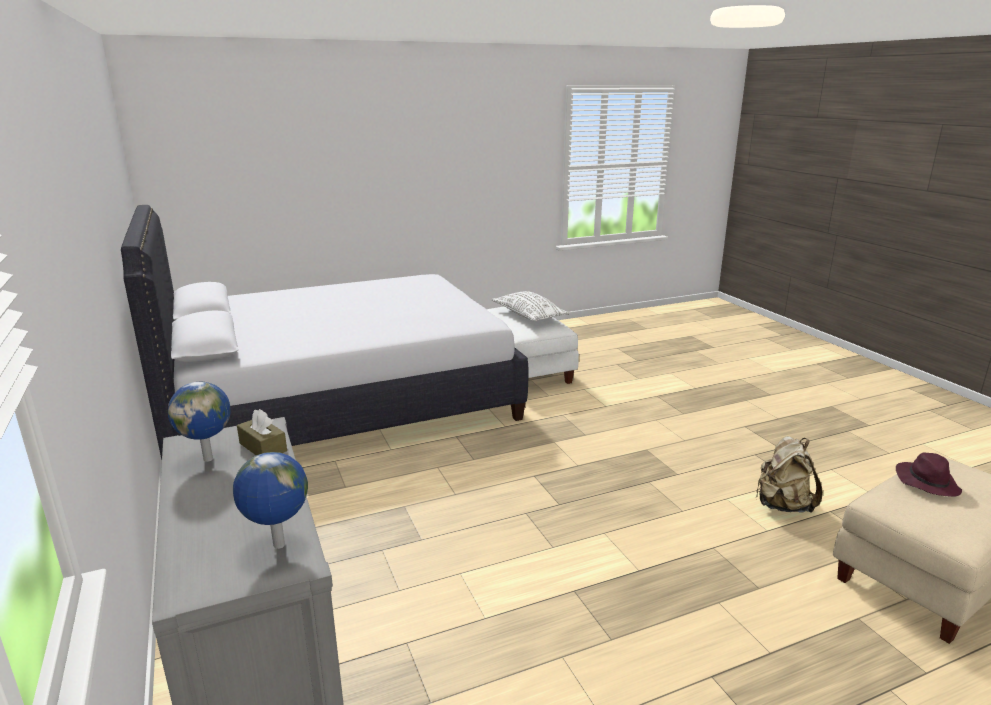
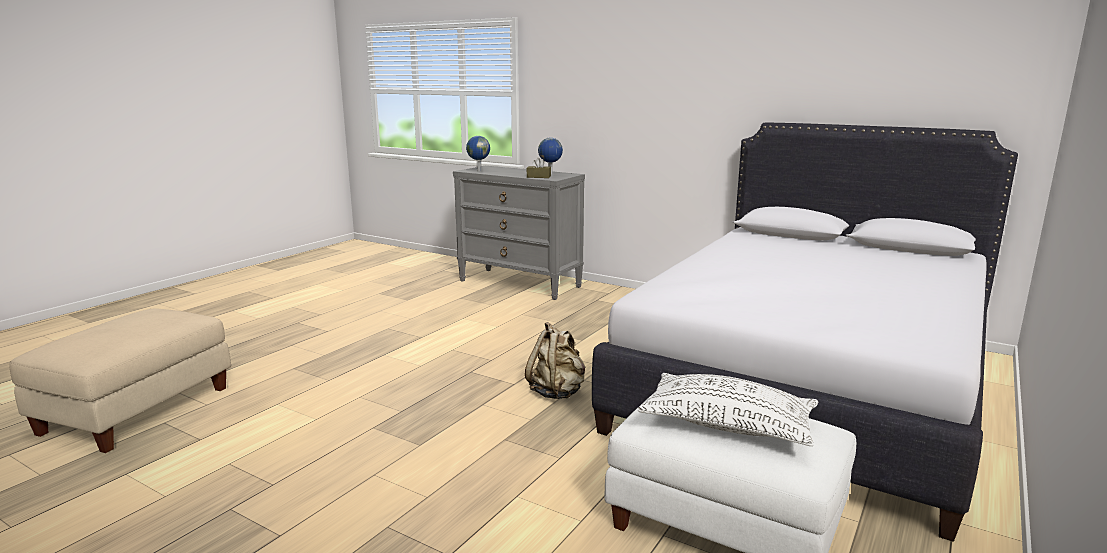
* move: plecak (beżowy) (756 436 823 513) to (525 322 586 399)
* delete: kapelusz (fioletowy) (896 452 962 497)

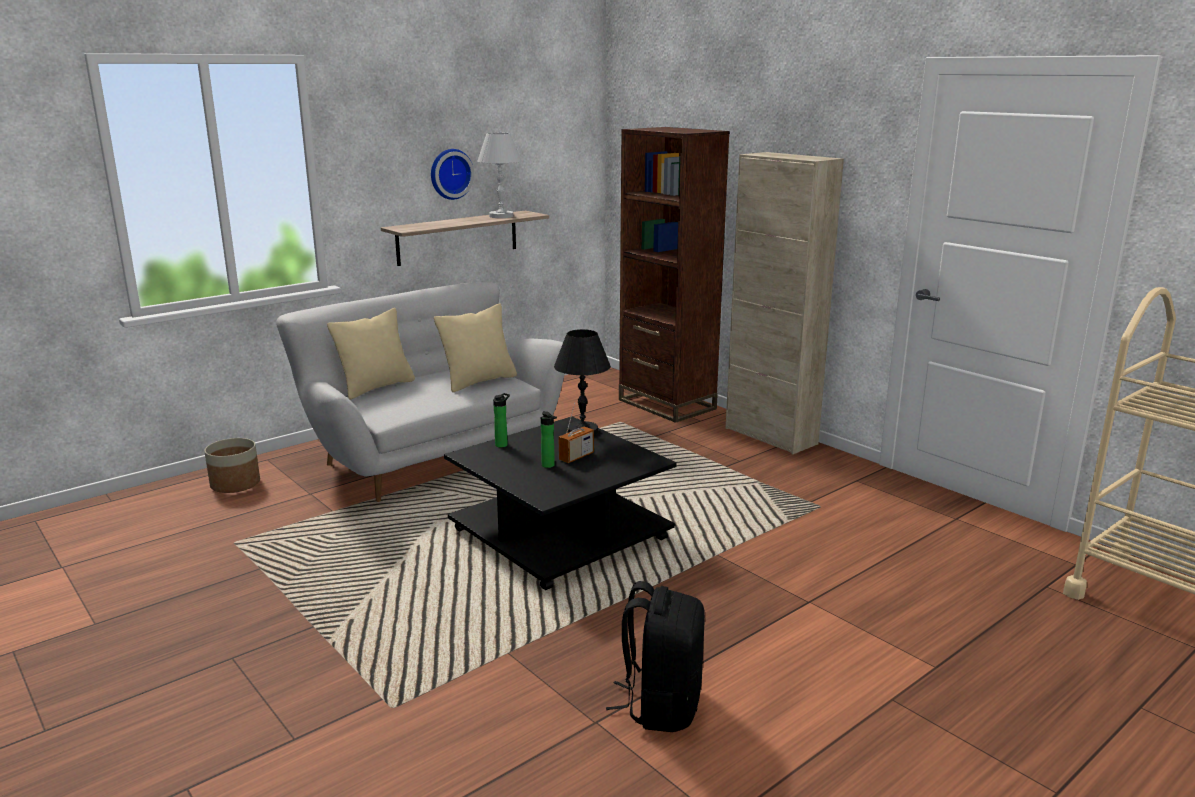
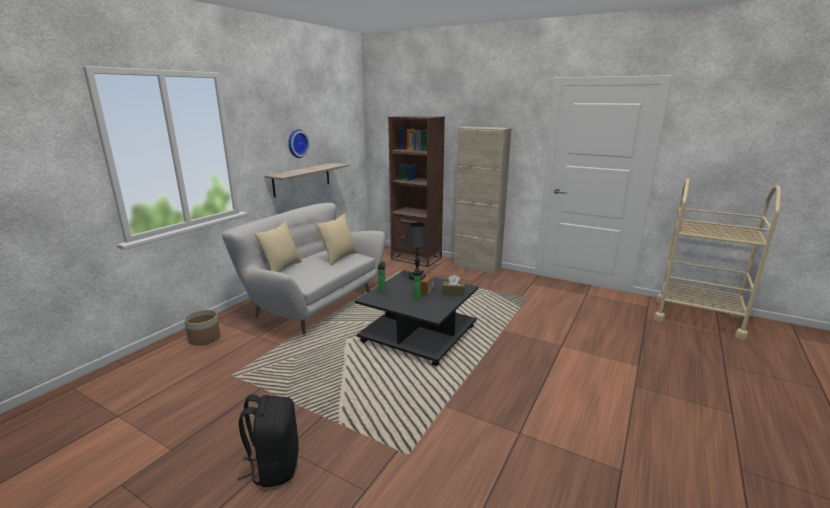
* delete: lampa stołowa (biały) (477 133 522 218)
* move: plecak (czarny) (606 581 705 732) to (238 394 299 488)
* insert: pudełko chusteczek (brązowy) (442 275 465 296)

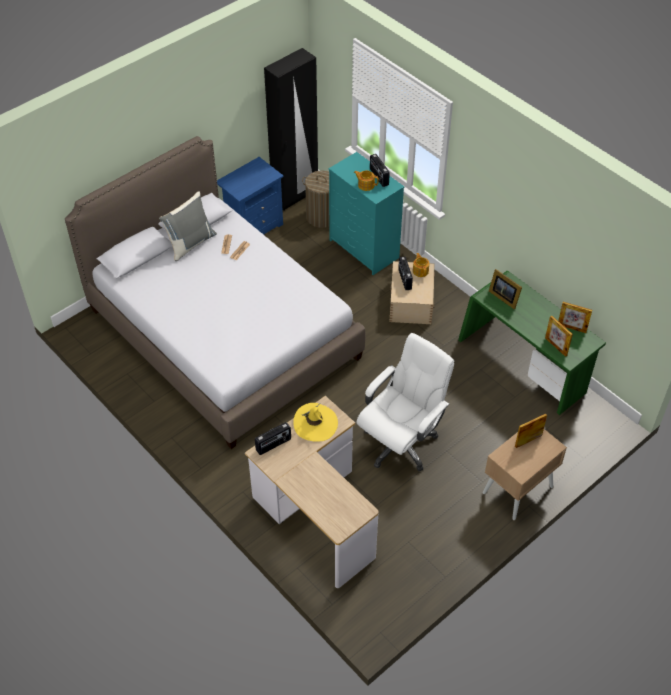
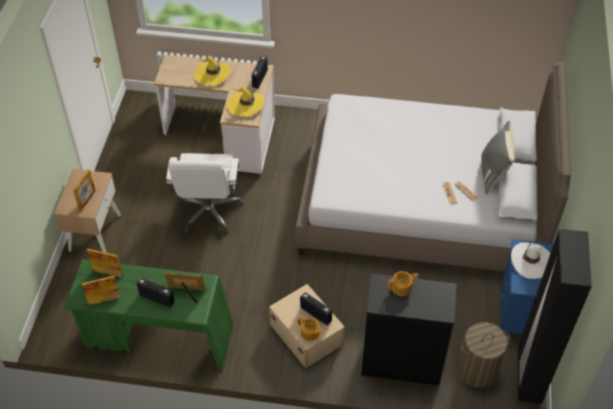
* recolor: komoda (turkusowy) (328 152 404 275) to komoda (czarny) (361 273 457 385)
* move: radio (370 154 390 187) to (137 278 175 308)
* insert: kapelusz (żółty) (194 56 230 86)
* insert: kapelusz (biały) (511 241 550 279)

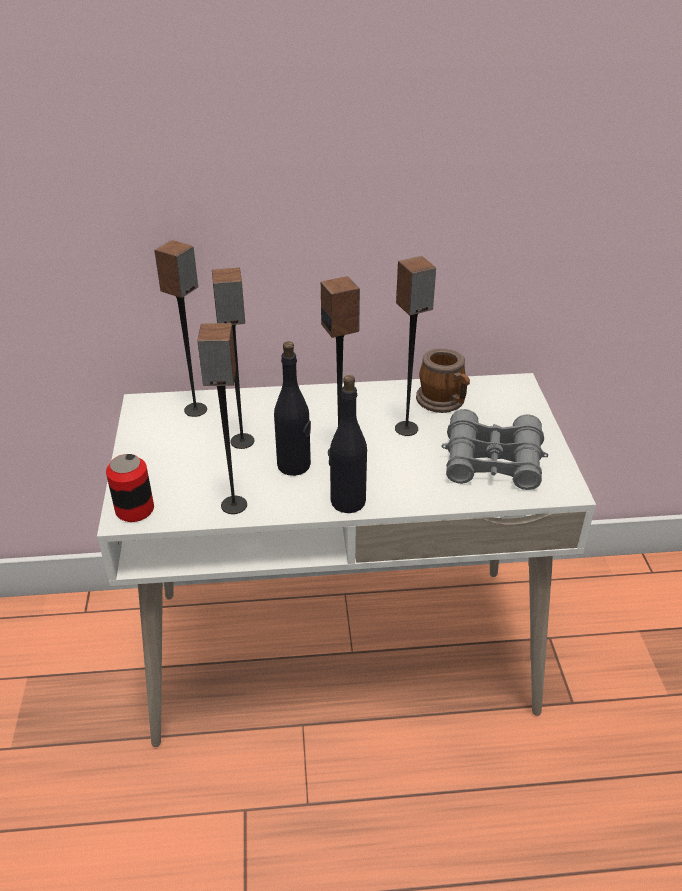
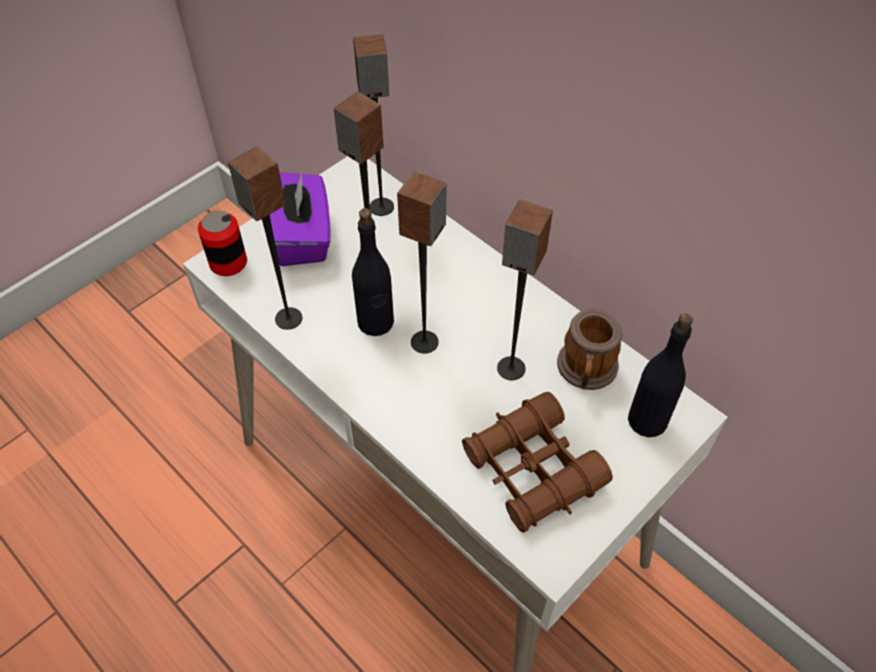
* move: butelka (czarny) (329 375 367 513) to (628 313 693 437)
* recolor: lornetka (szary) (442 409 548 490) to lornetka (brązowy) (462 392 613 533)
* insert: pudełko chusteczek (fioletowy) (267 169 331 266)

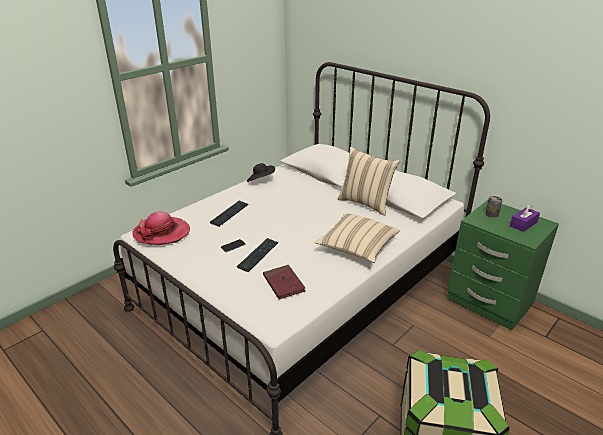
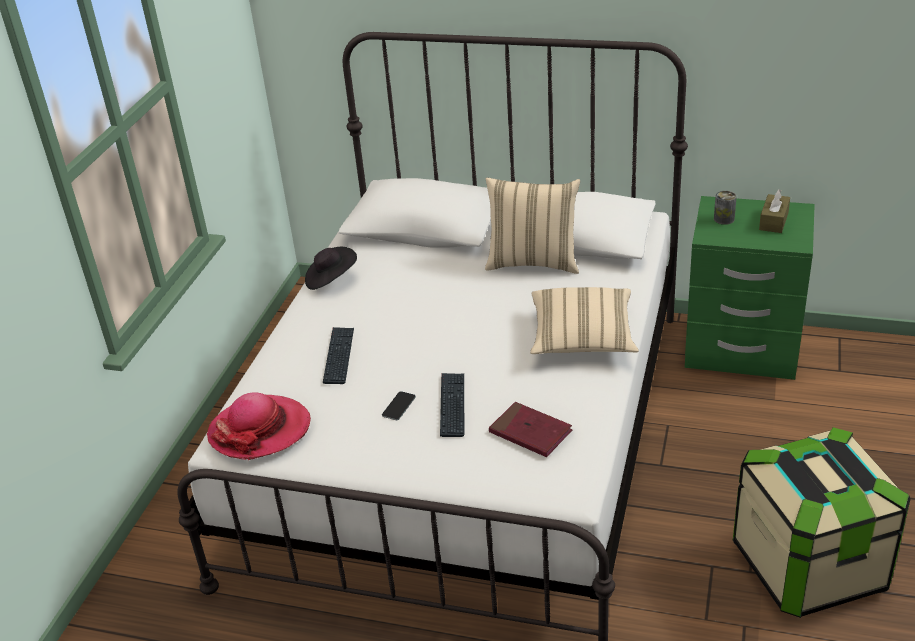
* recolor: pudełko chusteczek (fioletowy) (510 204 540 232) to pudełko chusteczek (brązowy) (759 189 790 233)

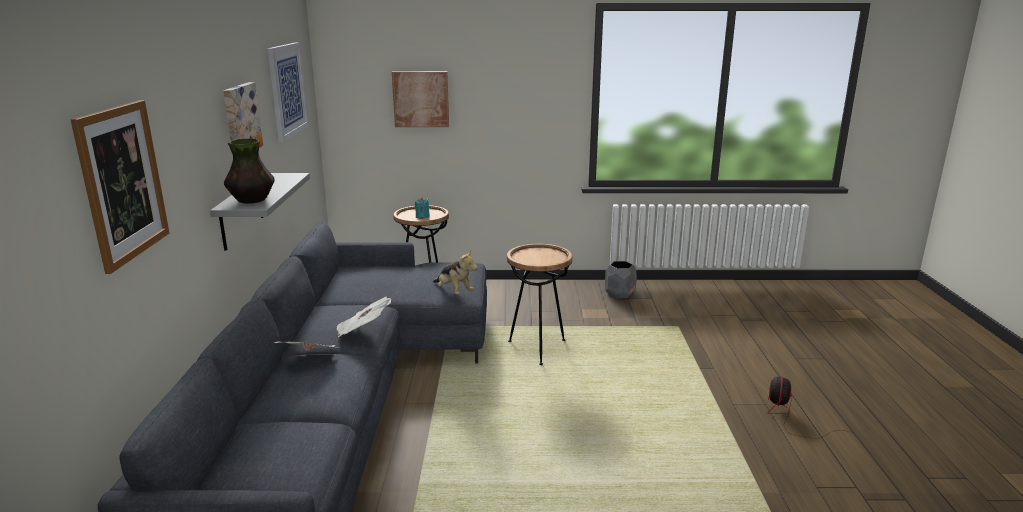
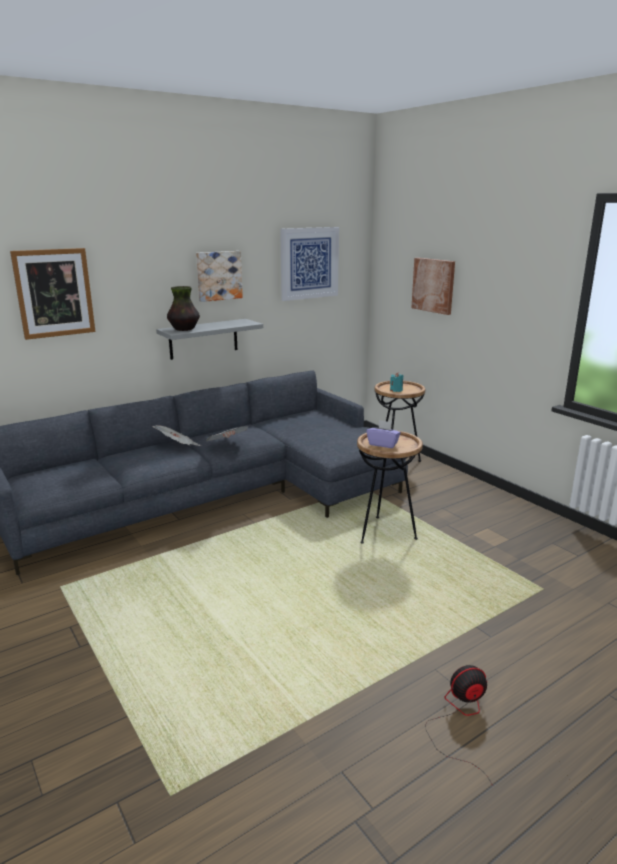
* delete: pluszak (433 250 477 294)
* delete: donica (szary) (605 261 637 298)
* insert: pudełko chusteczek (fioletowy) (366 420 401 448)

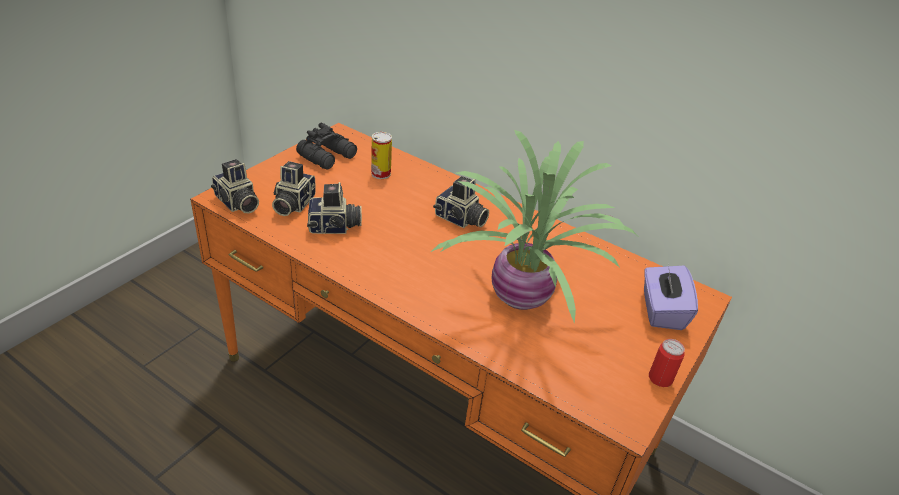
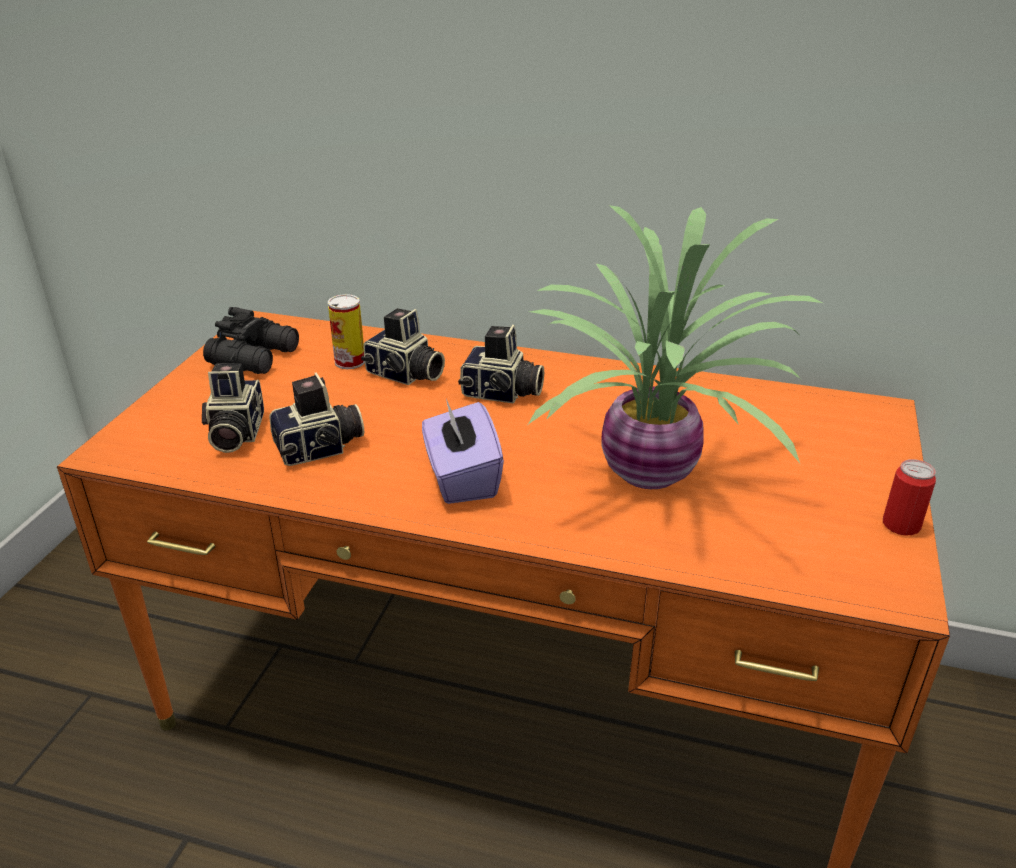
* move: aparat fotograficzny (211 159 259 213) to (361 308 445 385)
* move: pudełko chusteczek (fioletowy) (644 263 698 330) to (422 399 504 504)

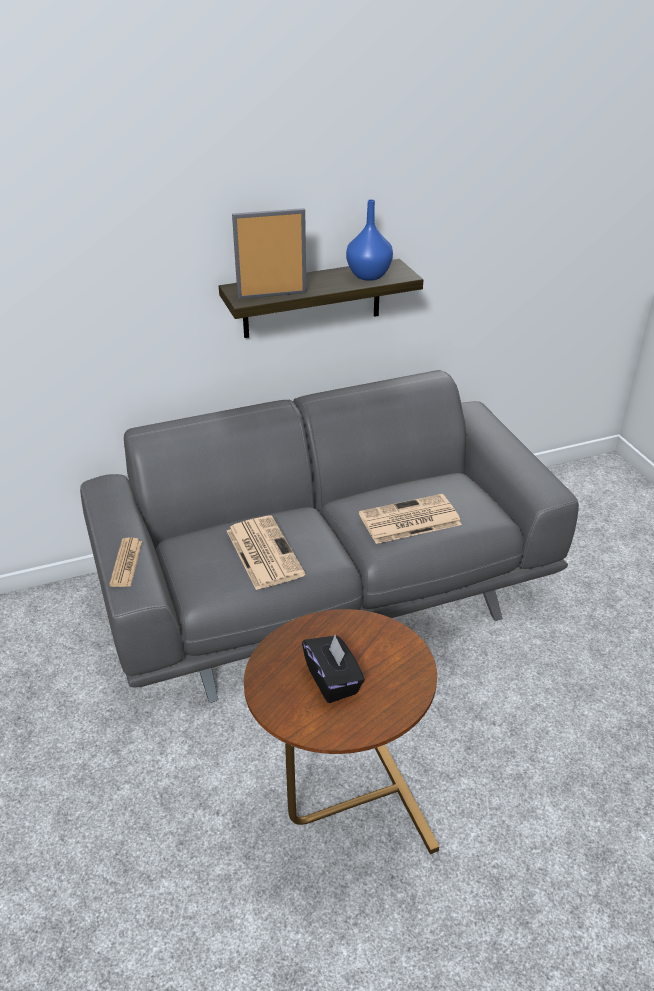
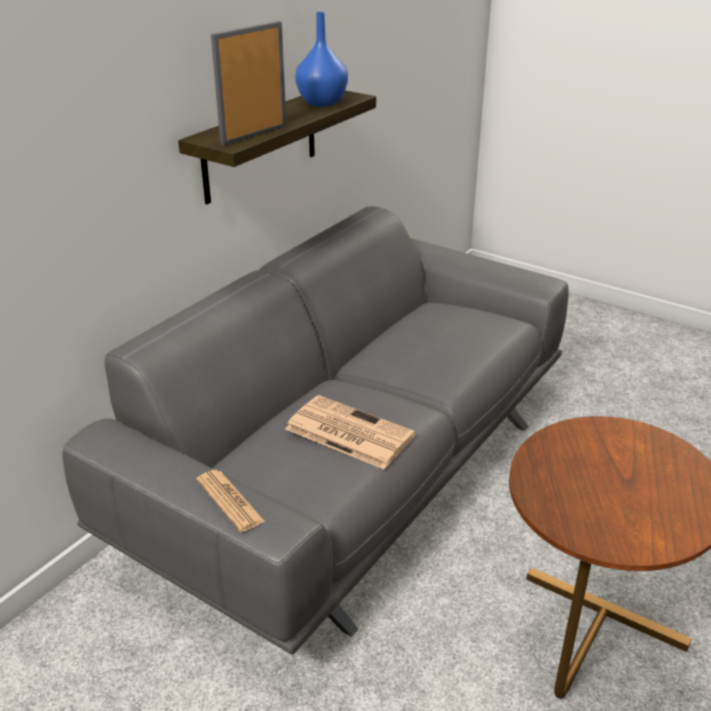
* delete: gazeta (359 494 462 544)
* delete: pudełko chusteczek (czarny) (302 635 365 703)

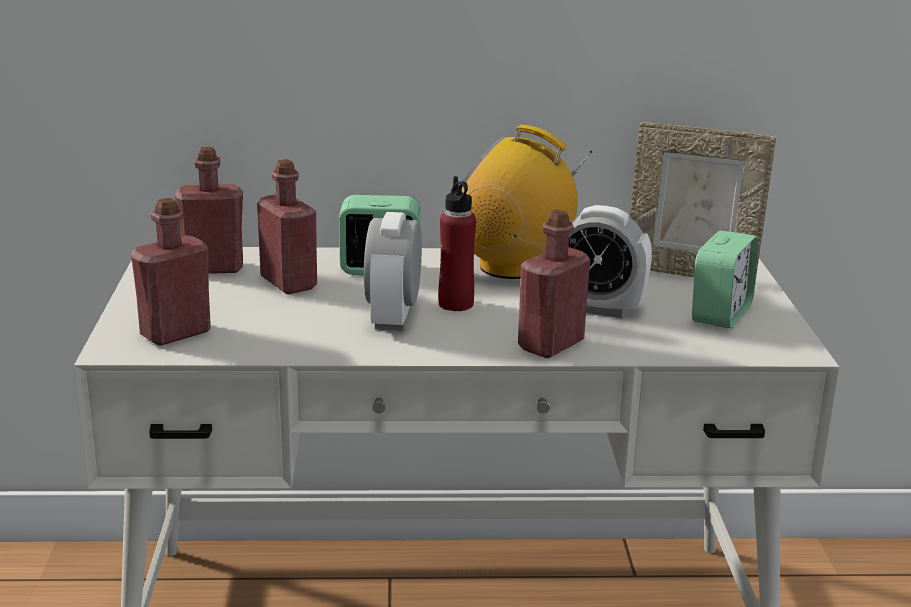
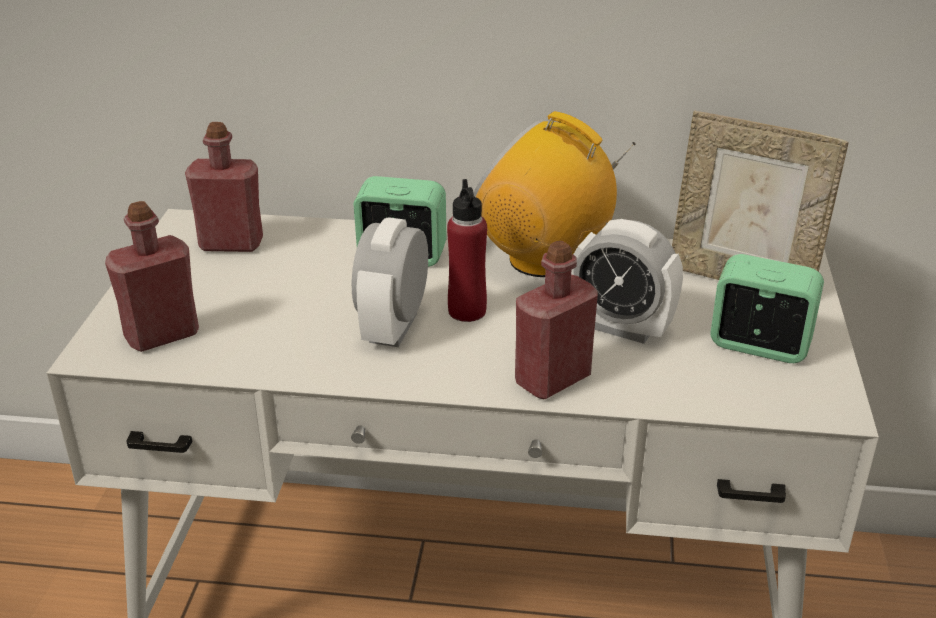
* delete: butelka (czerwony) (257 159 317 294)
* rotate: budzik (692 231 759 328) = (711 254 824 363) 105 degrees counterclockwise

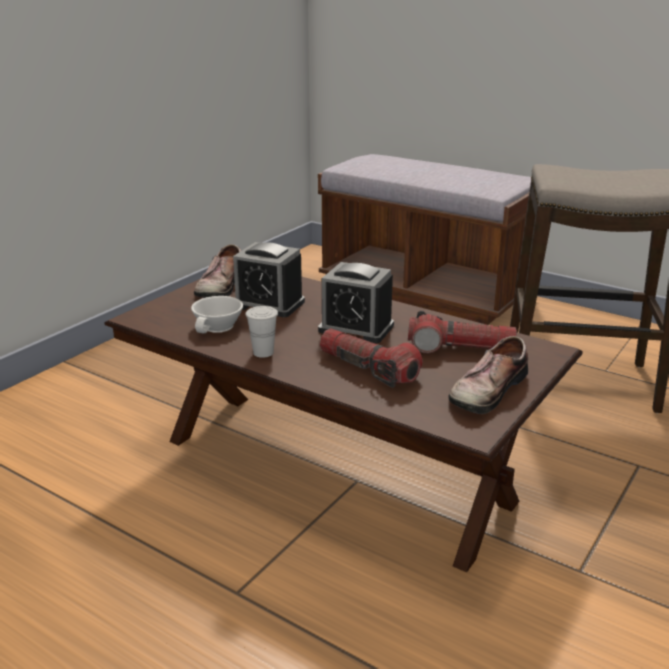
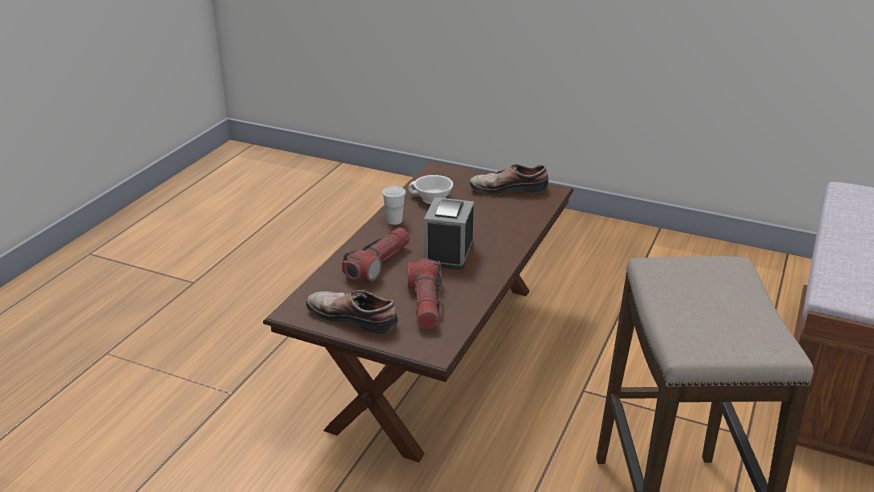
* delete: budzik (233 242 305 317)

